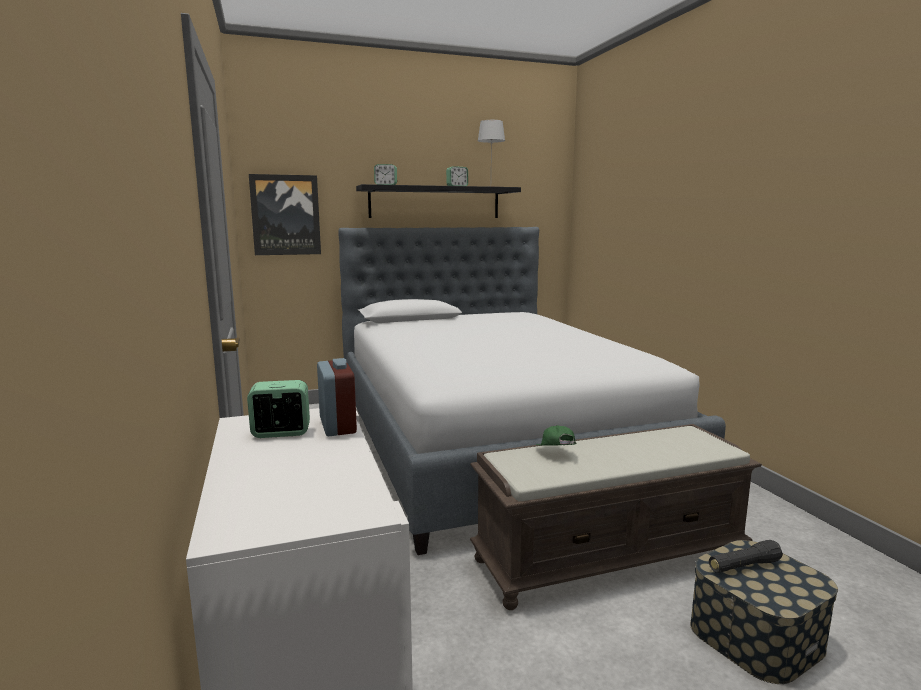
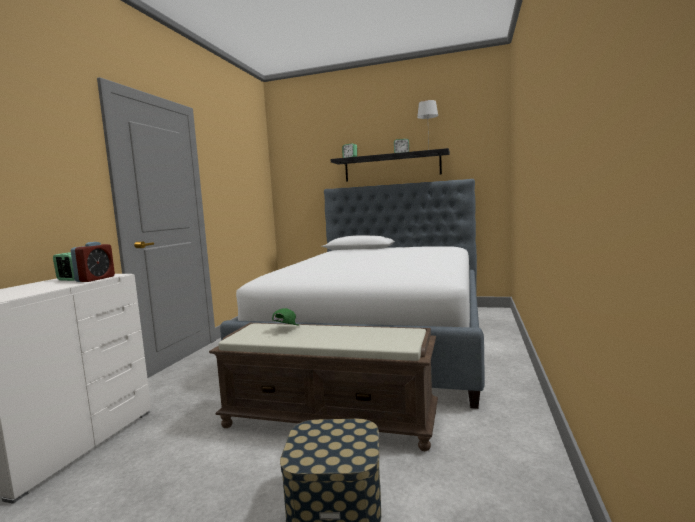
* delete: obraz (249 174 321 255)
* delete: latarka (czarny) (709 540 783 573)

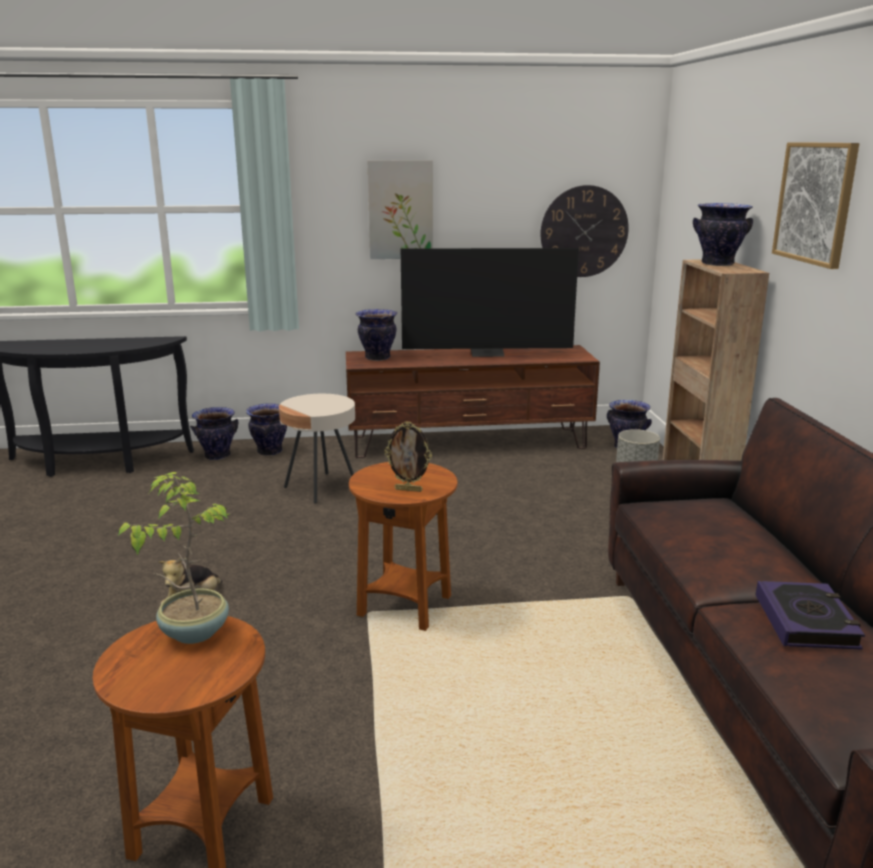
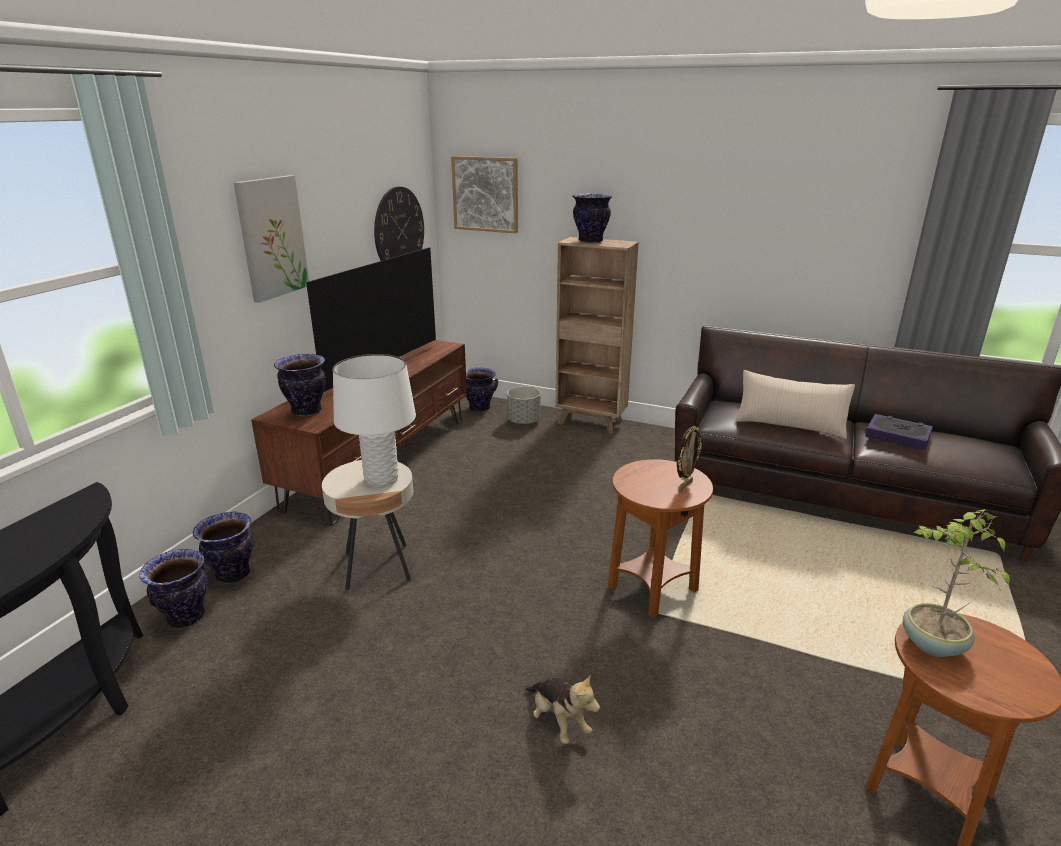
* move: obraz (772 142 860 269) to (451 156 518 233)
* insert: lampa stołowa (biały) (333 354 416 488)
* insert: poduszka (beżowy) (735 370 855 439)

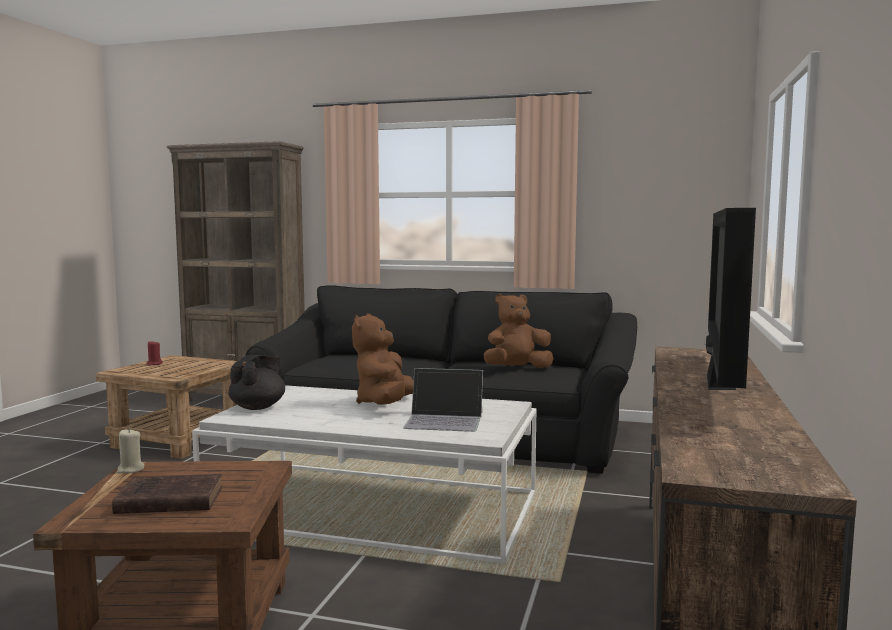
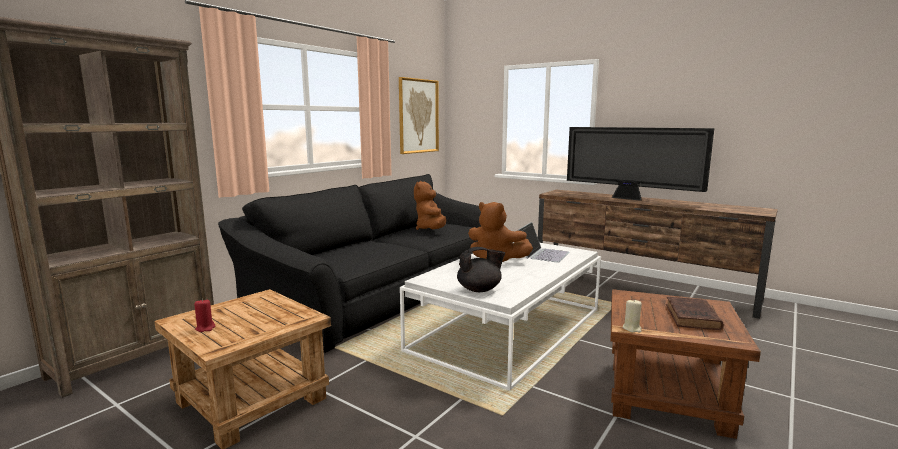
* rotate: imbryk (czarny) (228 355 285 410) = (457 247 505 292) 120 degrees clockwise
* insert: obraz (399 77 439 154)

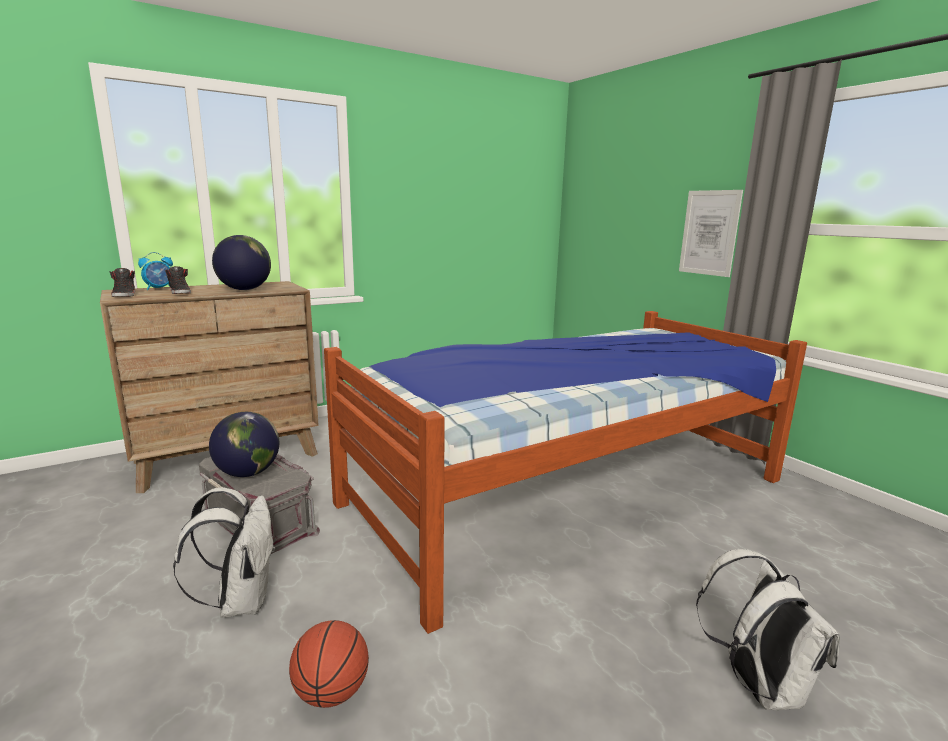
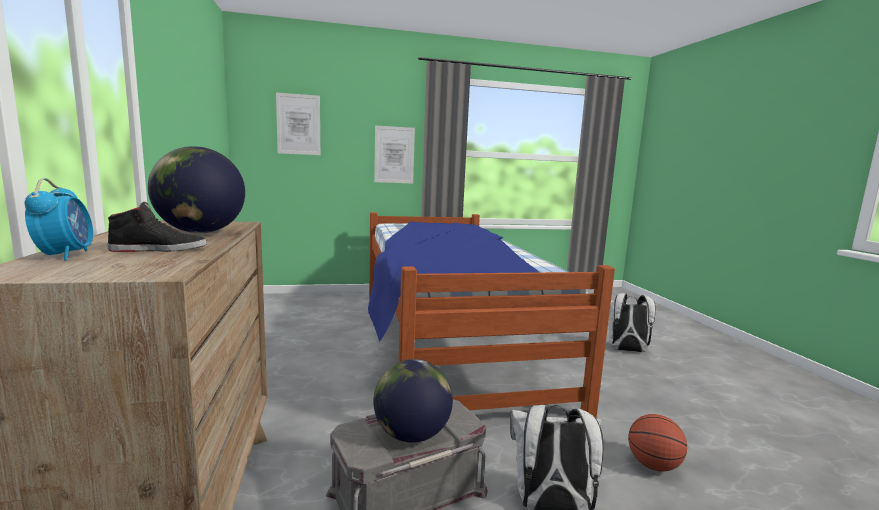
* delete: but (czarny) (110 268 135 297)
* insert: obraz (276 93 320 155)

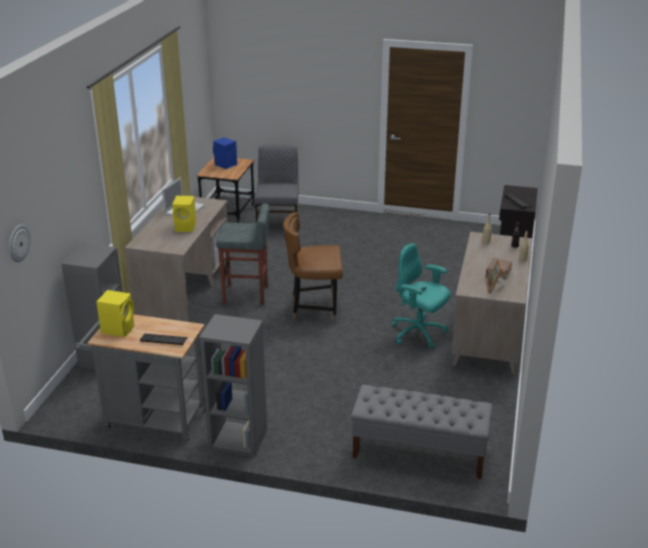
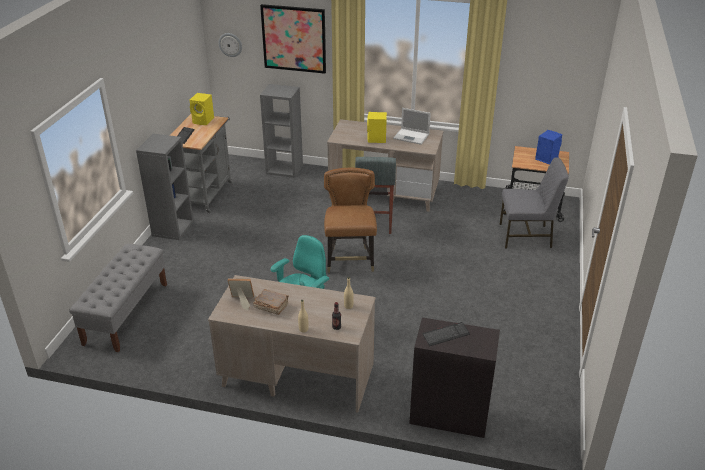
* insert: obraz (260 4 326 74)

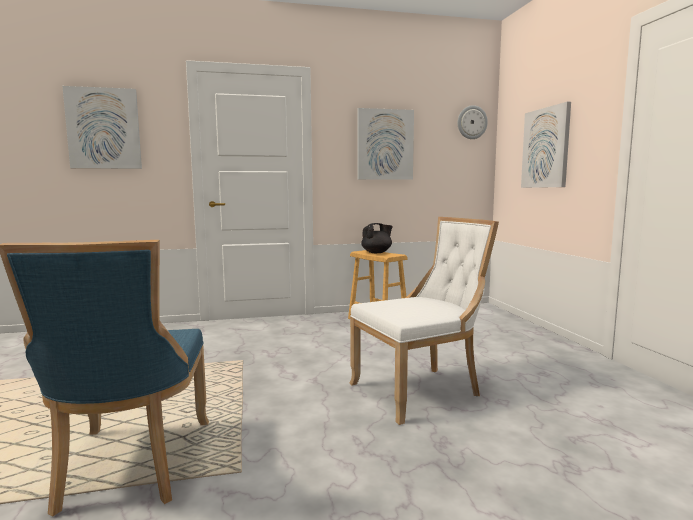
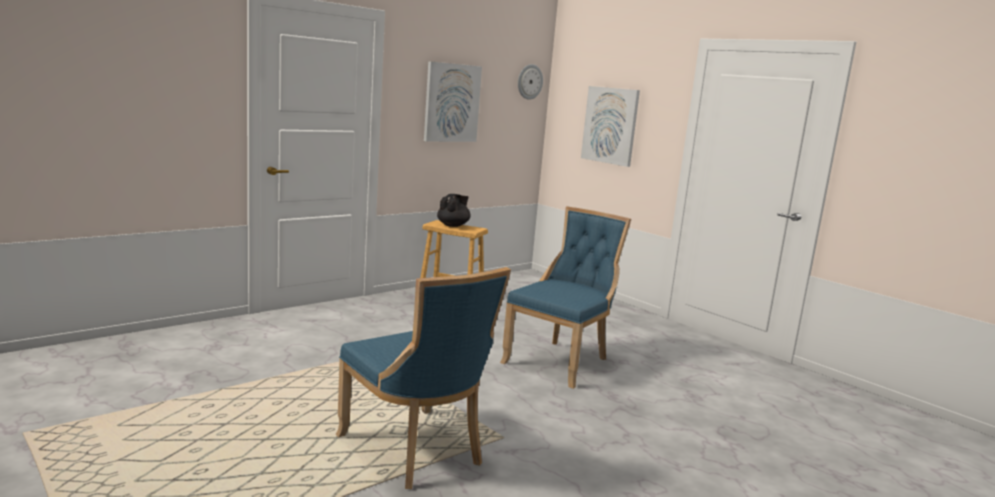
* delete: obraz (62 86 142 169)
* recolor: krzesło (biały) (349 217 499 425) to krzesło (niebieski) (500 207 631 389)

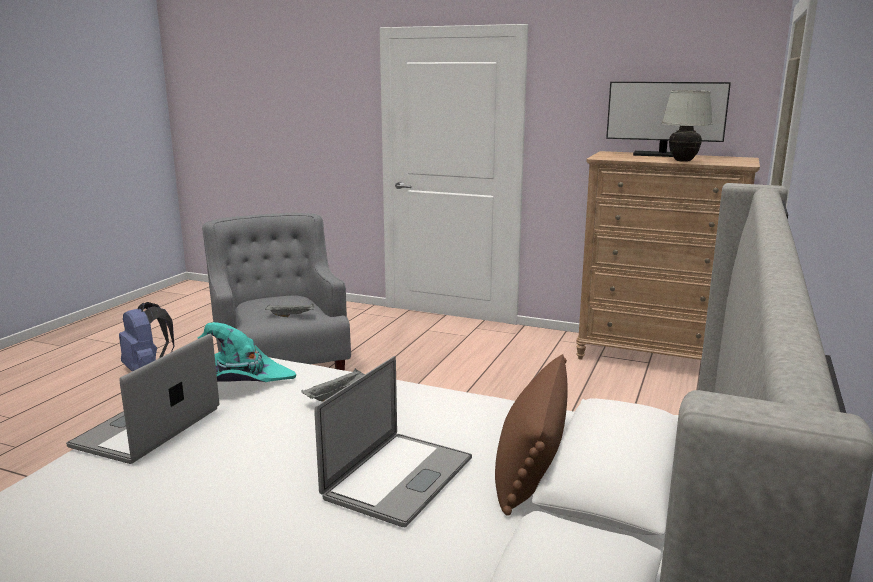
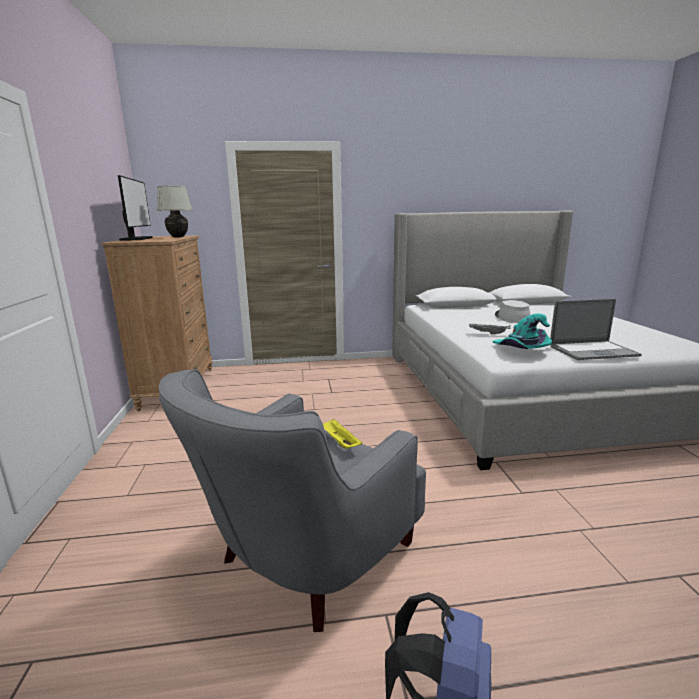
* recolor: taca (szary) (265 303 315 317) to taca (żółty) (323 418 363 449)
* delete: poduszka (brązowy) (495 354 568 516)
* replace: laptop (314 356 472 527) to kapelusz (szary) (495 300 530 323)

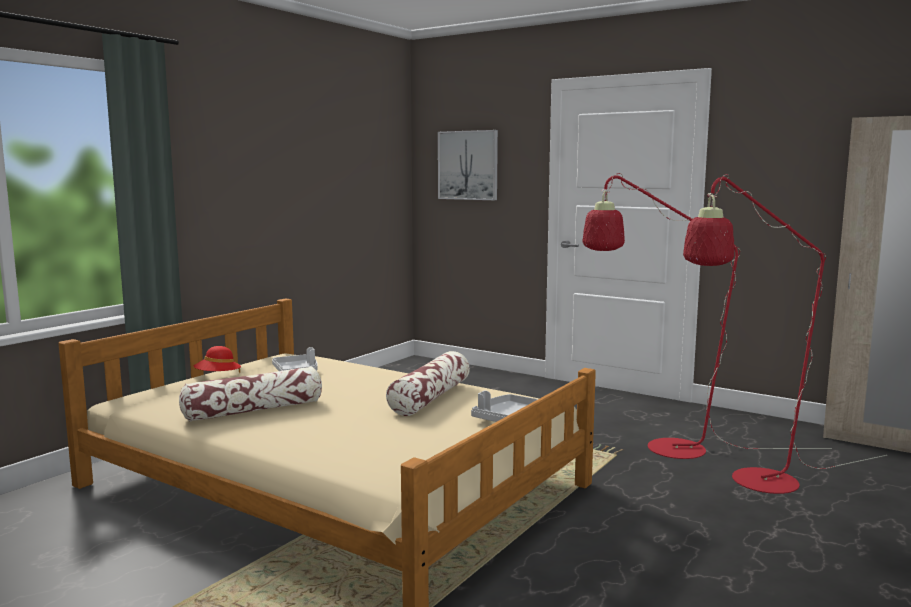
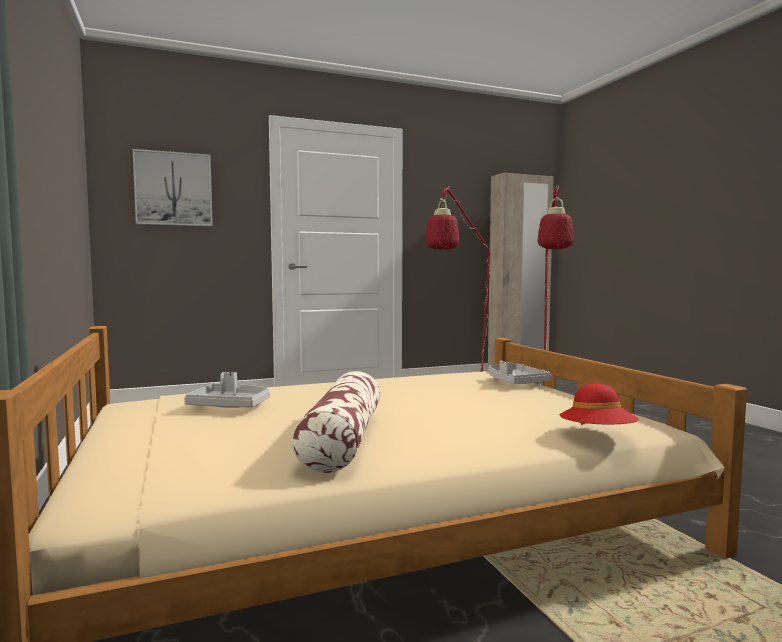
* move: kapelusz (czerwony) (194 346 241 373) to (560 384 639 425)
* delete: poduszka (386 351 470 416)

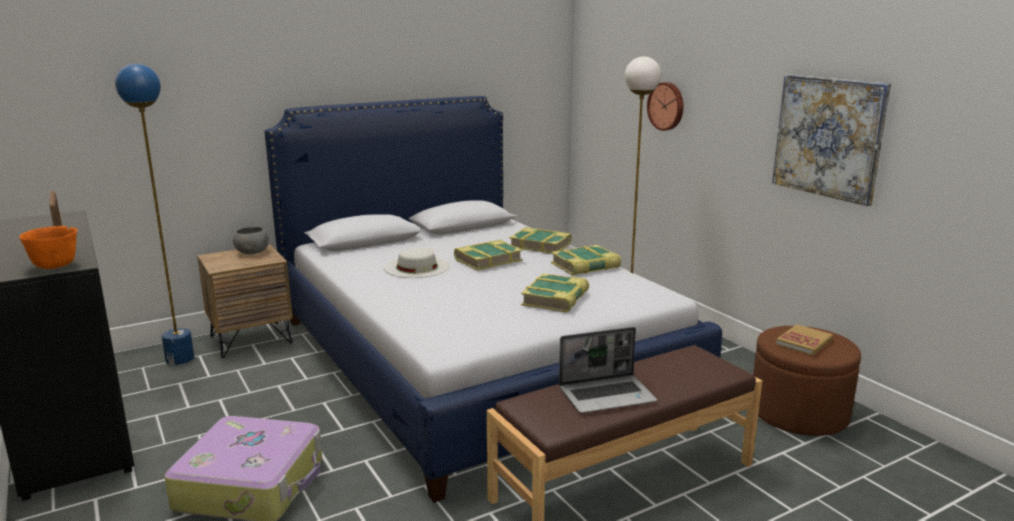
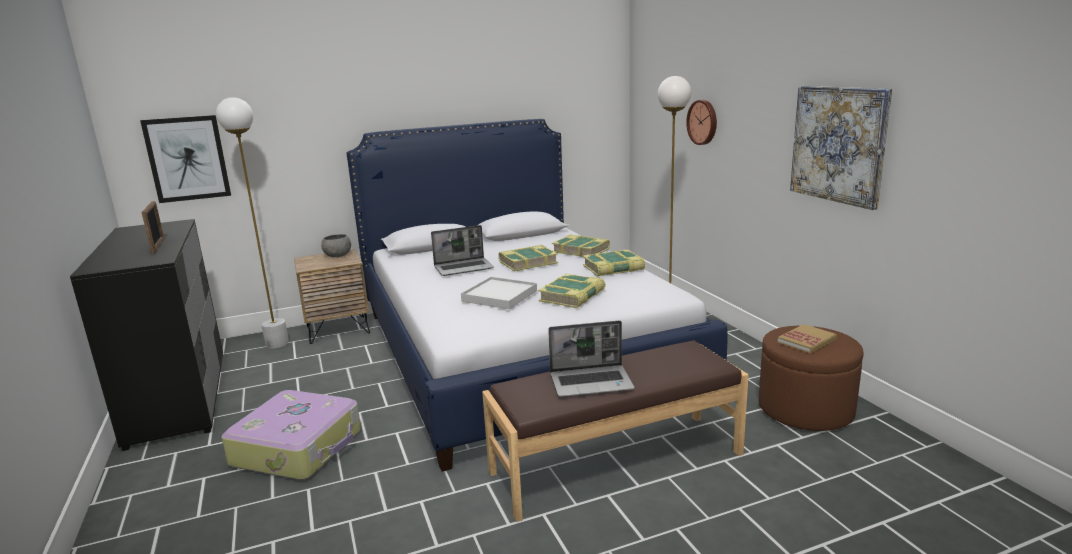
* recolor: lampa stojąca (niebieski) (115 64 194 365) to lampa stojąca (biały) (216 97 289 349)
* delete: miska (pomarańczowy) (20 226 77 269)
* replace: kapelusz (biały) (384 247 450 278) to laptop (431 225 494 276)
* insert: obraz (140 115 231 203)
* insert: taca (biały) (461 277 537 309)

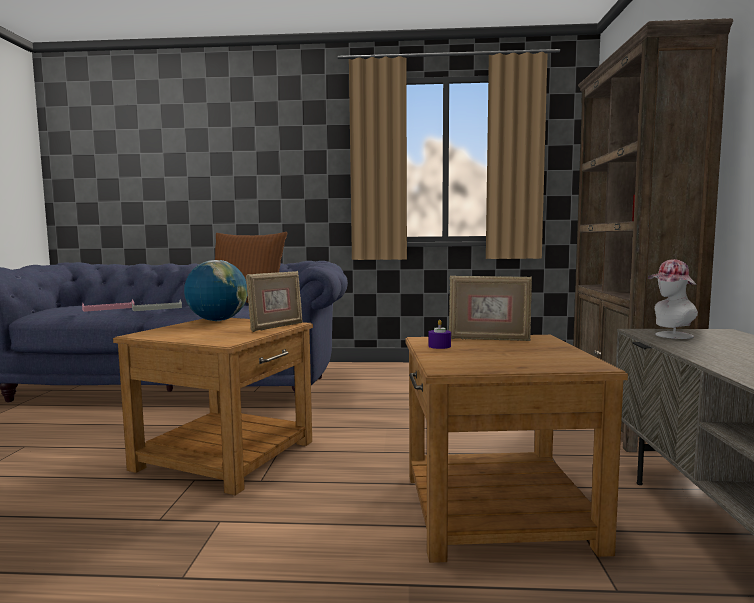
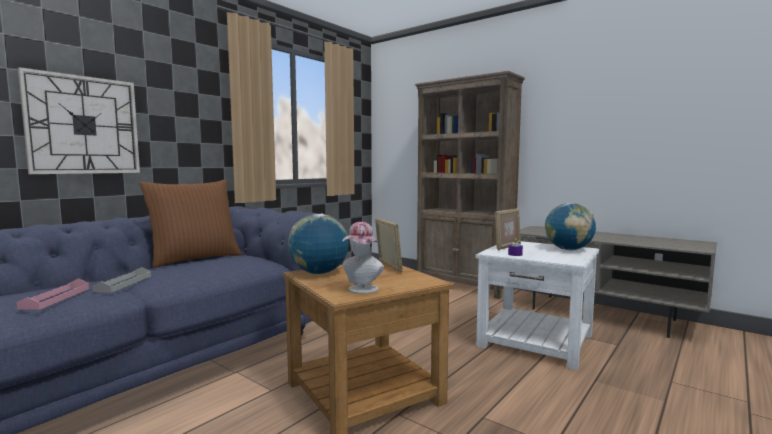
* move: kapelusz (648 259 698 339) to (342 222 384 294)
* recolor: stolik (brązowy) (405 335 628 563) to stolik (biały) (475 241 599 370)
* insert: zegar ścienny (18 67 140 174)
* insert: globus (545 203 596 251)

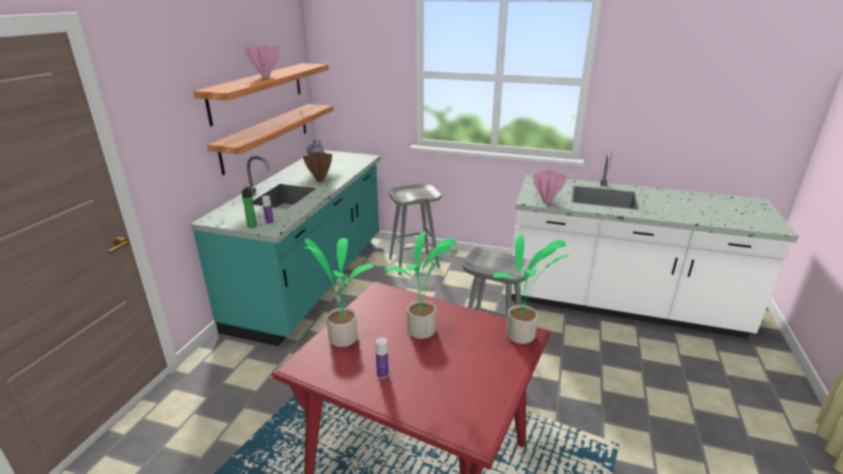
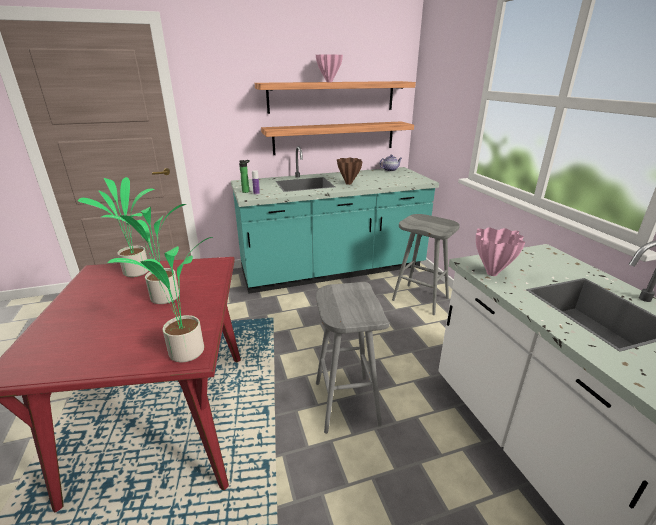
* delete: butelka (376 337 389 379)

